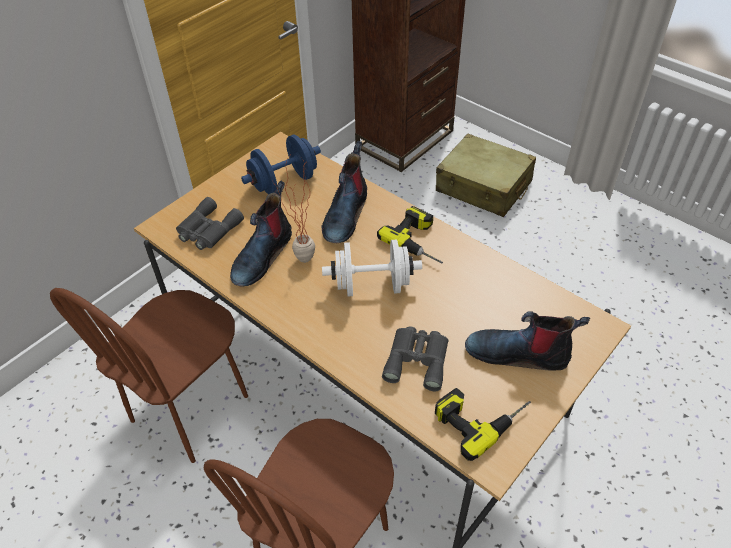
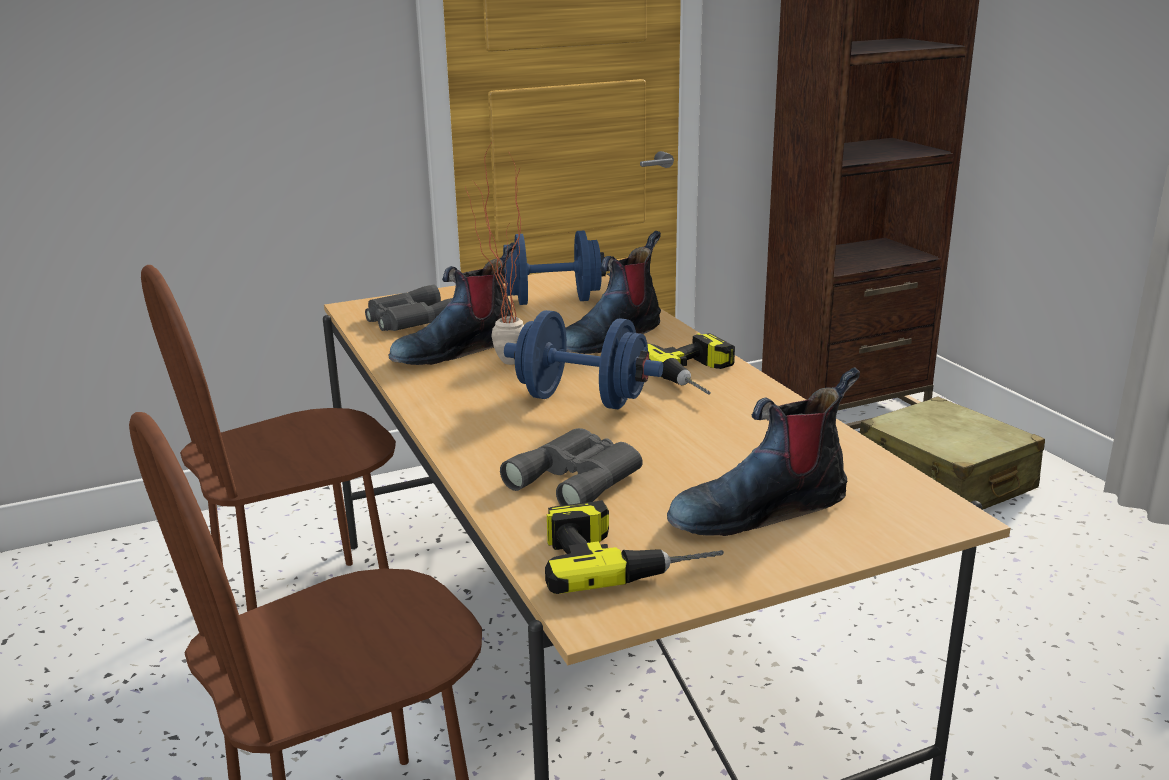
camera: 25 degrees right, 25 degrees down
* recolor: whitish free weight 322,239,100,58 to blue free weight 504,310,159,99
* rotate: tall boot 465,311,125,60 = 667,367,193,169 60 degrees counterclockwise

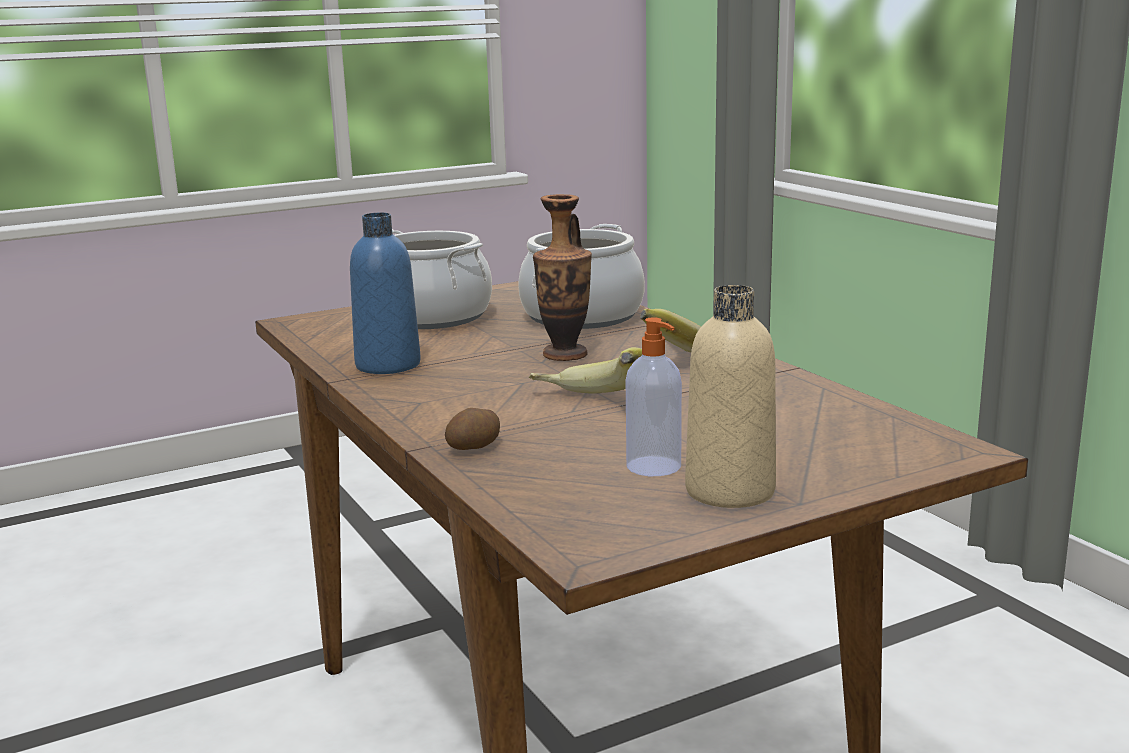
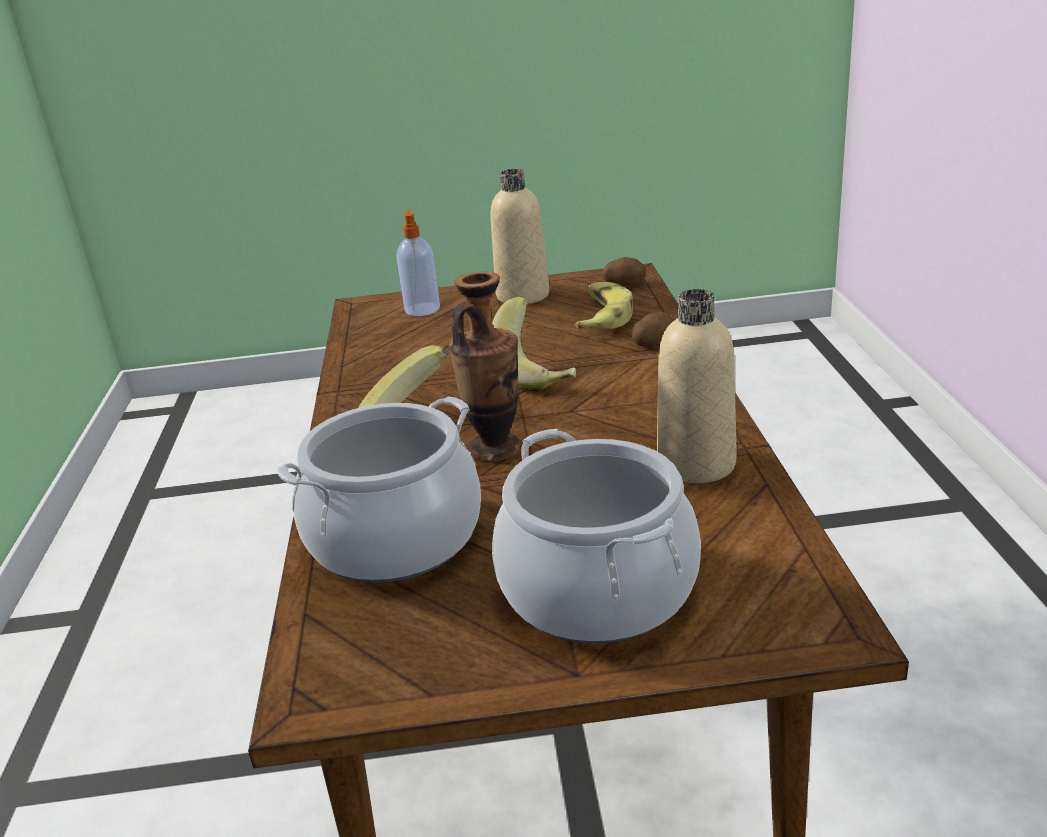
camera: 155 degrees left, 10 degrees up
* recolor: blue beverage bottle 350,213,71,161 to beige beverage bottle 657,289,80,194
* move: soap dispenser 626,317,56,159 to 397,209,43,107
* insert: spud 602,257,44,29
* insert: whole banana 574,282,59,47

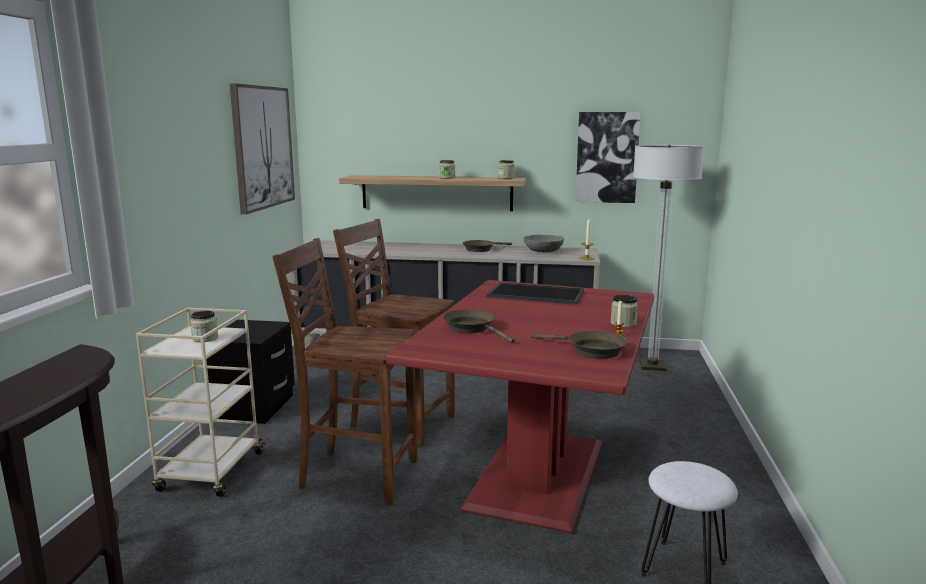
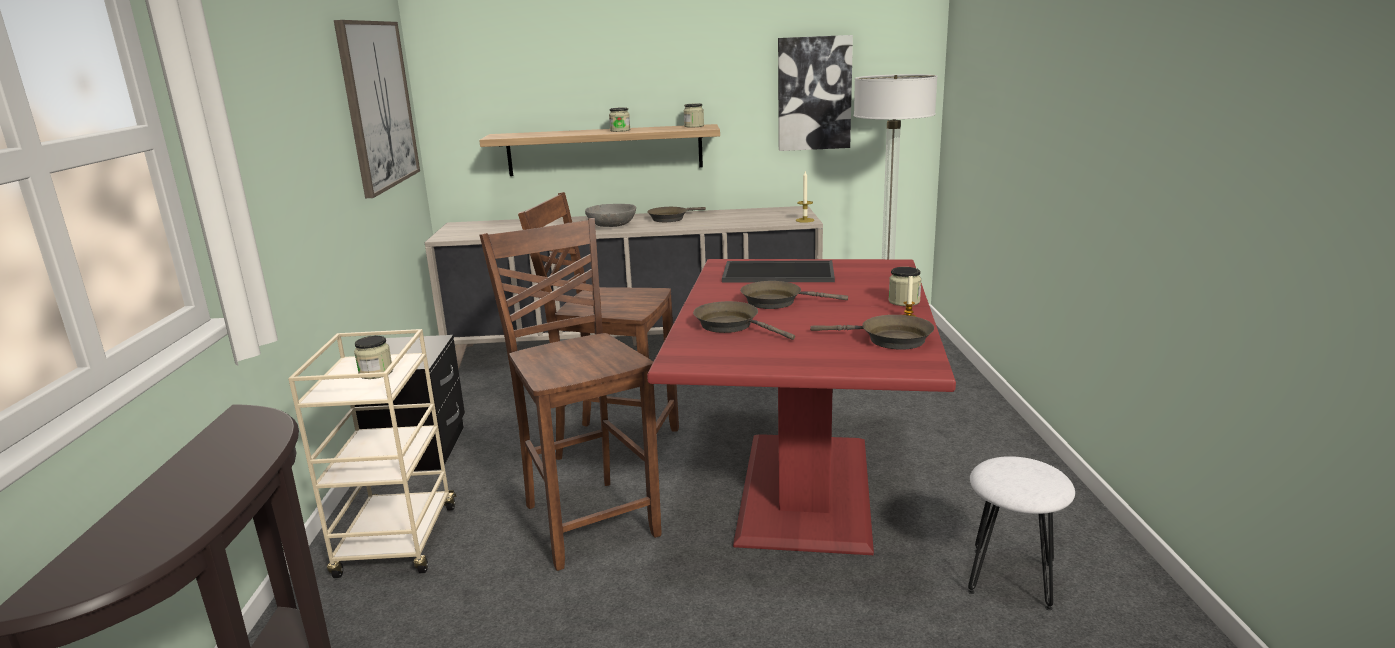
camera: 10 degrees left, 5 degrees up
* move: gray bowl 524,235,40,18 to 585,204,51,23
* rotate: brown-coloured upright chair 272,238,145,266 = 480,218,181,353 60 degrees clockwise
* insert: brown-coloured frying pan 740,281,108,28

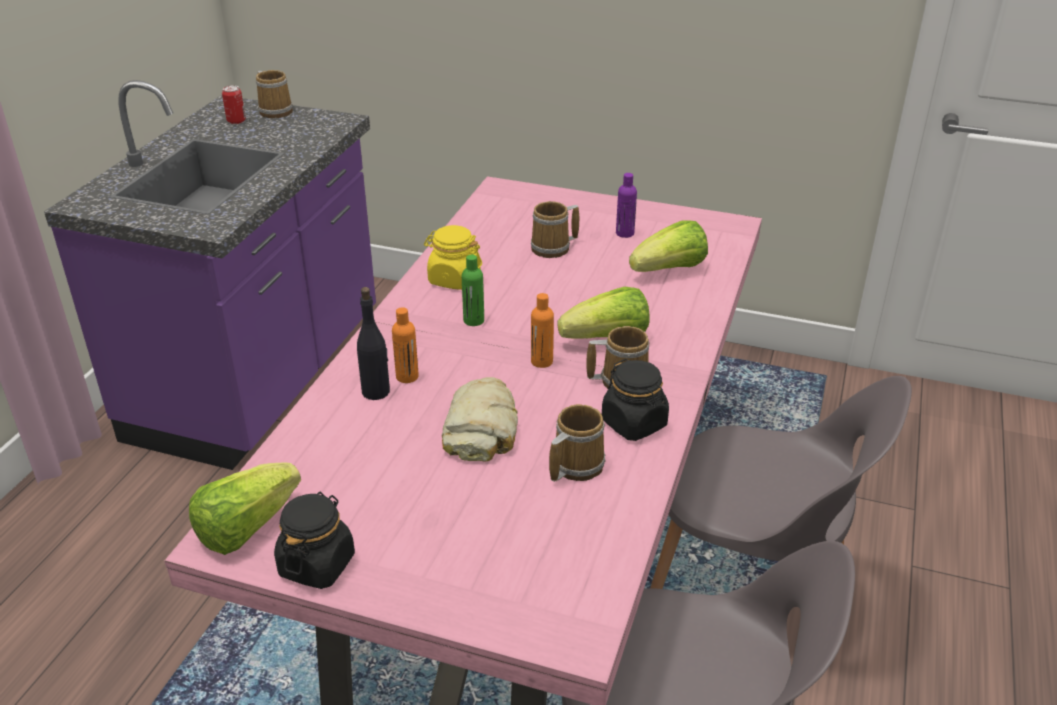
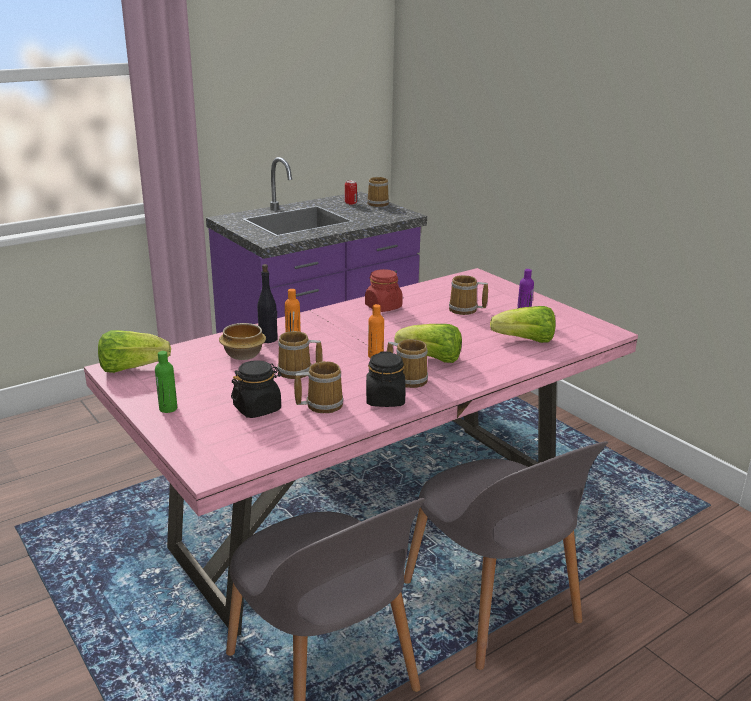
camera: 35 degrees right, 10 degrees down
* recolor: yellow storage jar 424,225,58,65 to red storage jar 365,269,38,43
* move: green-coloured beverage bottle 462,254,22,72 to 155,351,22,62
* replace: bread 442,377,76,85 to coffee mug 277,331,45,48
* move: black storage jar 274,492,81,97 to 231,360,51,58
* insert: bowl 219,323,47,37

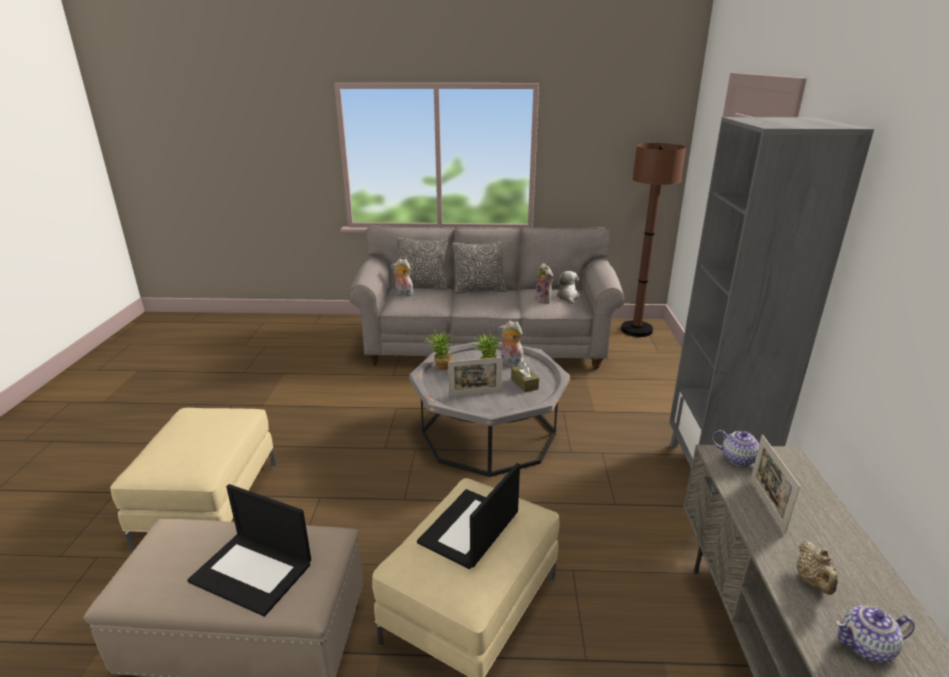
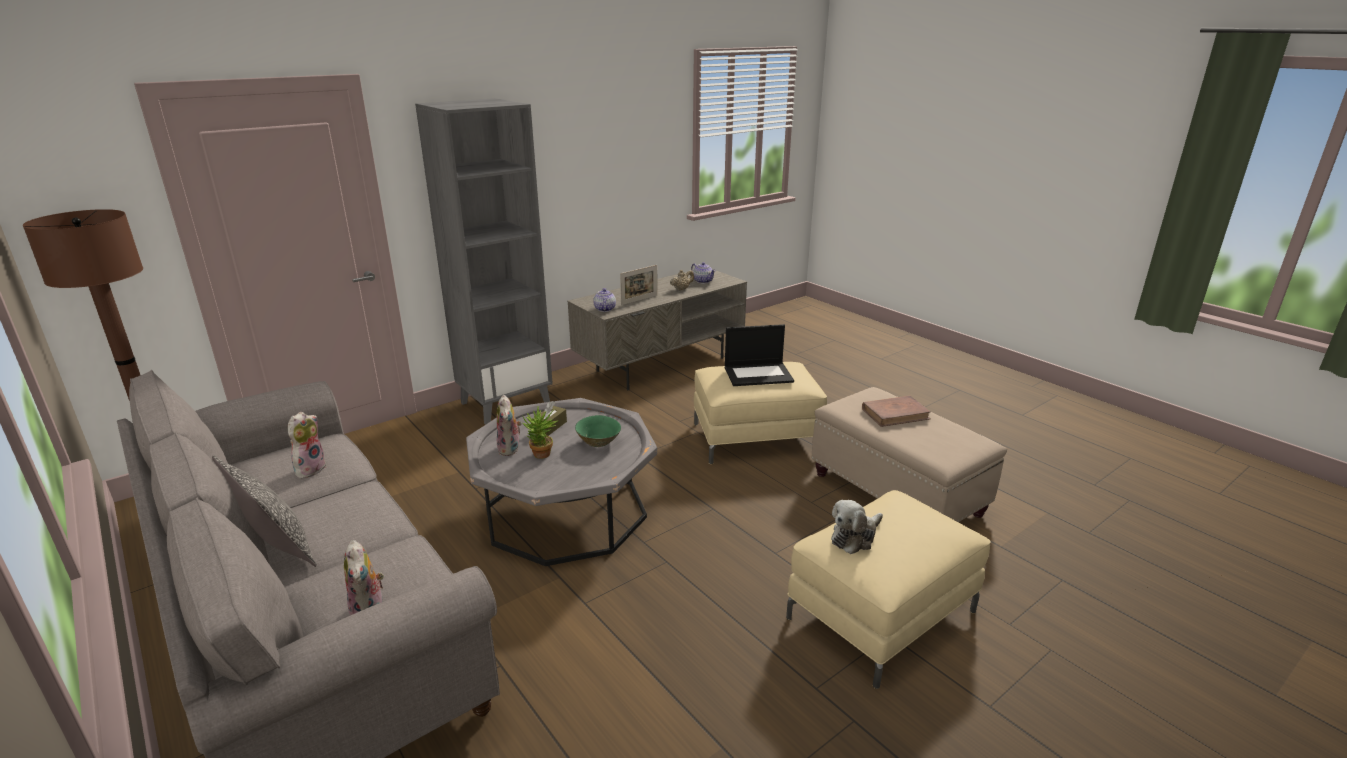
camera: 130 degrees left, 0 degrees up
* delete: cushion 397,237,51,53
* move: cuddly toy 555,271,25,33 to 831,500,52,54
* delete: potted plant 425,328,28,42
* replace: picture frame 448,357,54,39 to green-coloured bowl 575,415,46,32
* replace: portable computer 187,484,124,133 to brown-coloured book 862,396,69,31

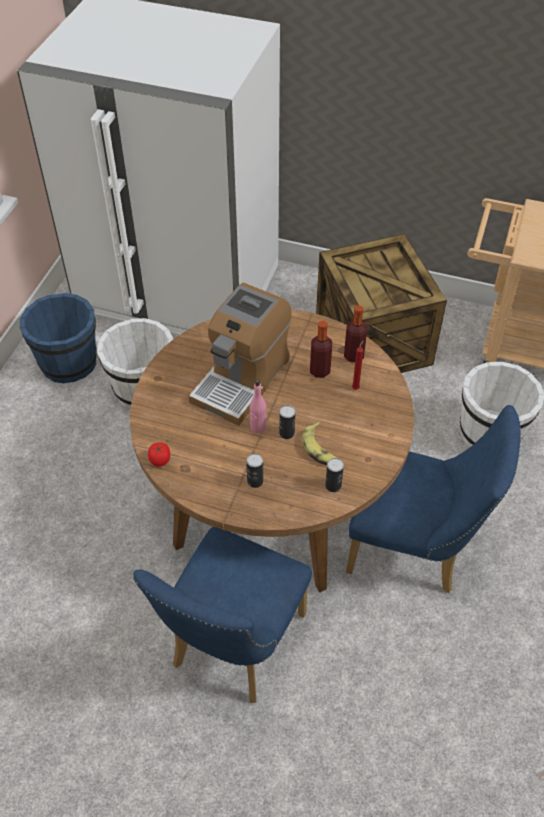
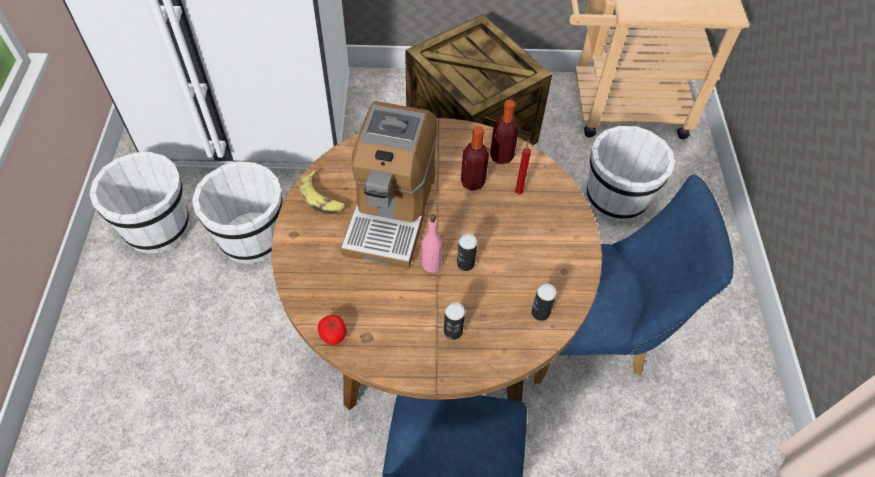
camera: 20 degrees left, 5 degrees up
* recolor: blue bucket 20,293,77,90 to whitish bucket 90,152,100,102
* move: whole banana 302,422,35,43 to 300,170,46,44

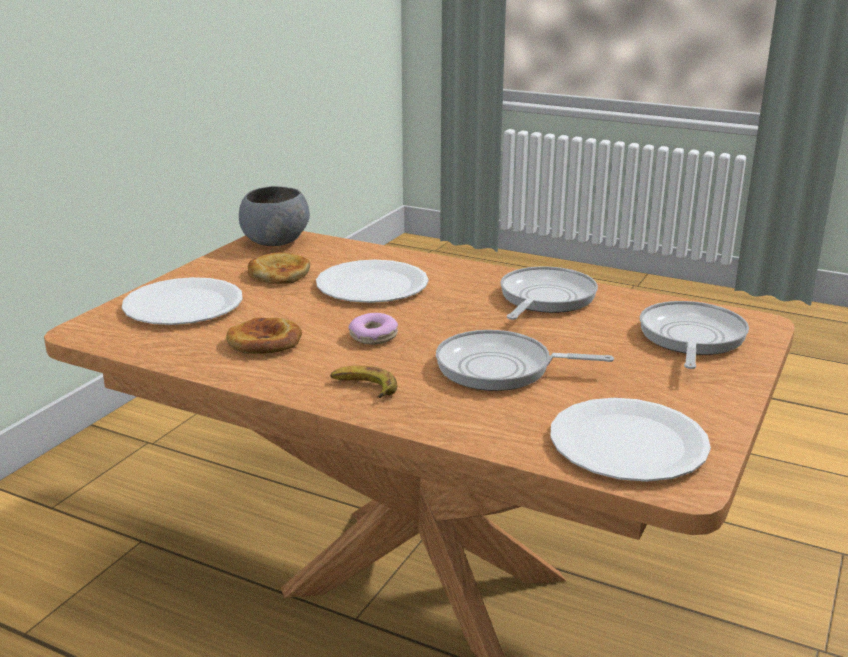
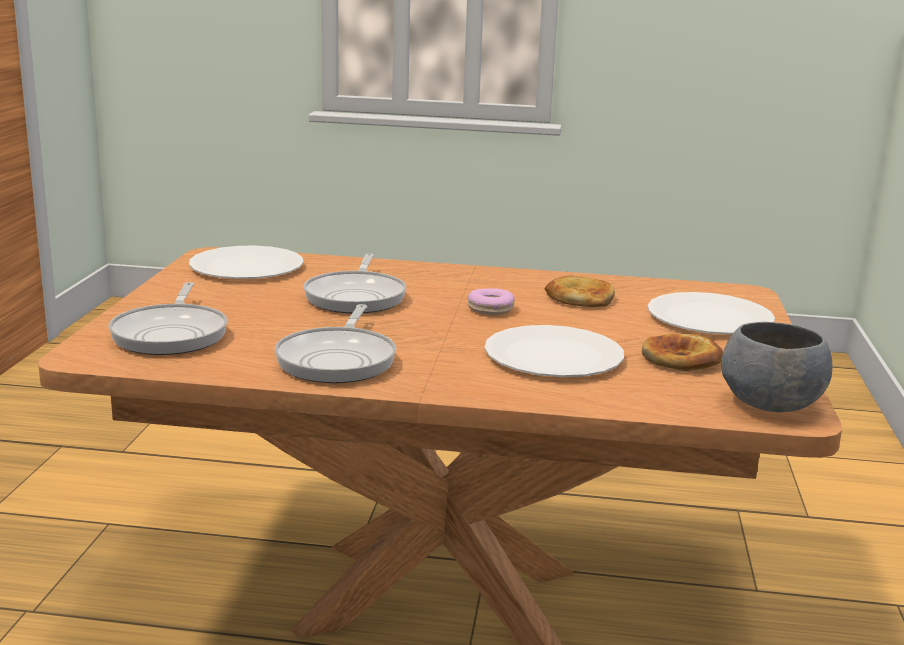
camera: 160 degrees right, 5 degrees down
* rotate: frying pan 436,330,178,61 = 303,253,103,60 105 degrees clockwise
* delete: whole banana 330,366,67,32

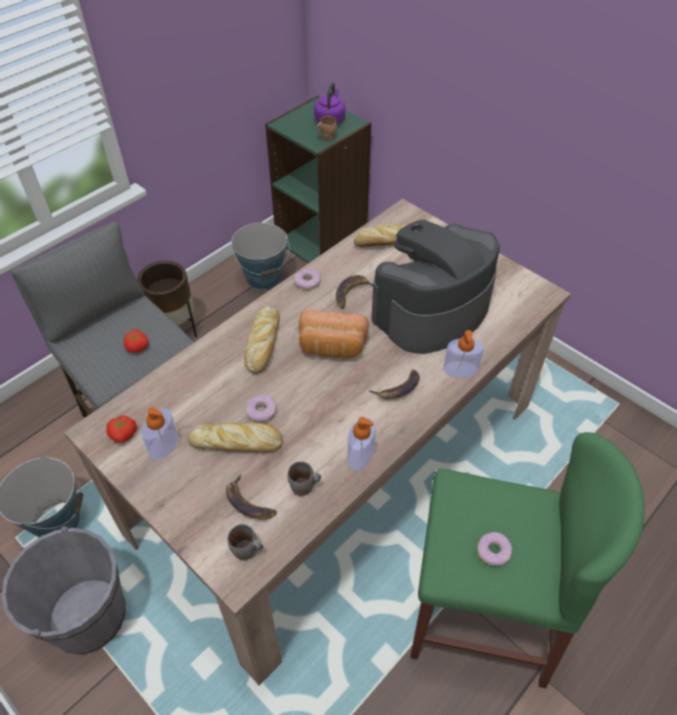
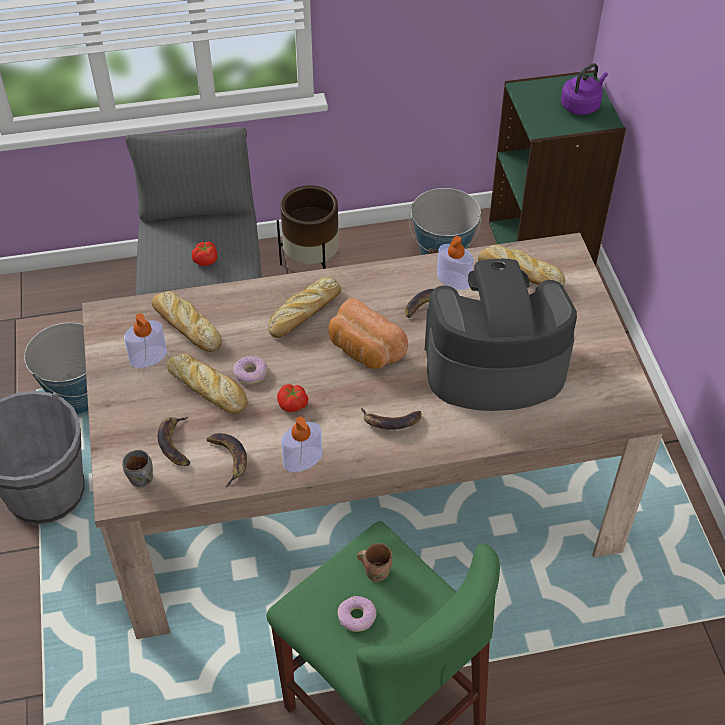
camera: 35 degrees right, 0 degrees up
* move: brown-coloured coffee mug 316,116,21,25 to 357,543,35,39
* delete: donut 294,269,27,21
* move: soap dispenser 443,330,41,48 to 437,236,37,54
* move: fresh tomato 106,415,31,28 to 277,384,31,28
* replace: gray coffee mug 288,461,33,35 to whole banana 207,433,40,54
* insert: bread 152,291,70,61

